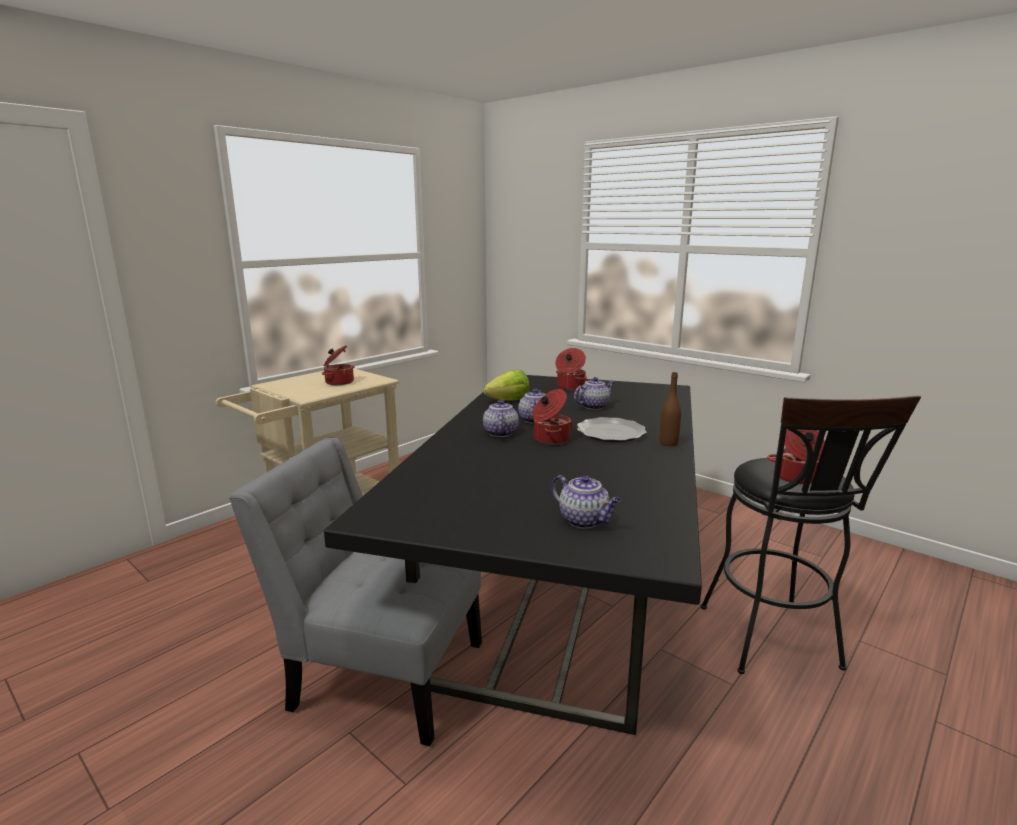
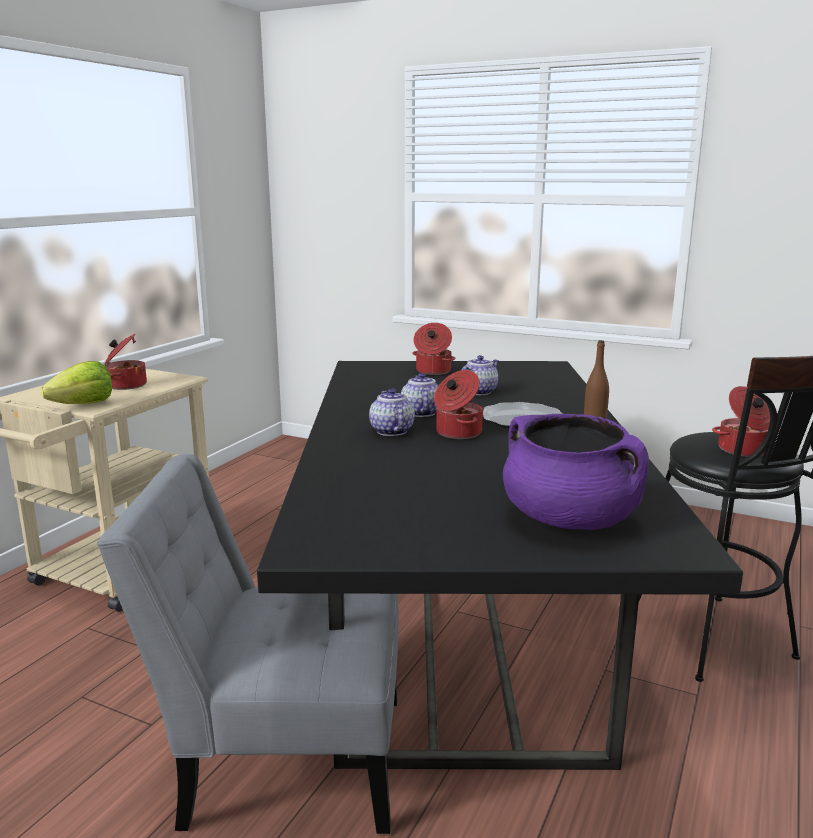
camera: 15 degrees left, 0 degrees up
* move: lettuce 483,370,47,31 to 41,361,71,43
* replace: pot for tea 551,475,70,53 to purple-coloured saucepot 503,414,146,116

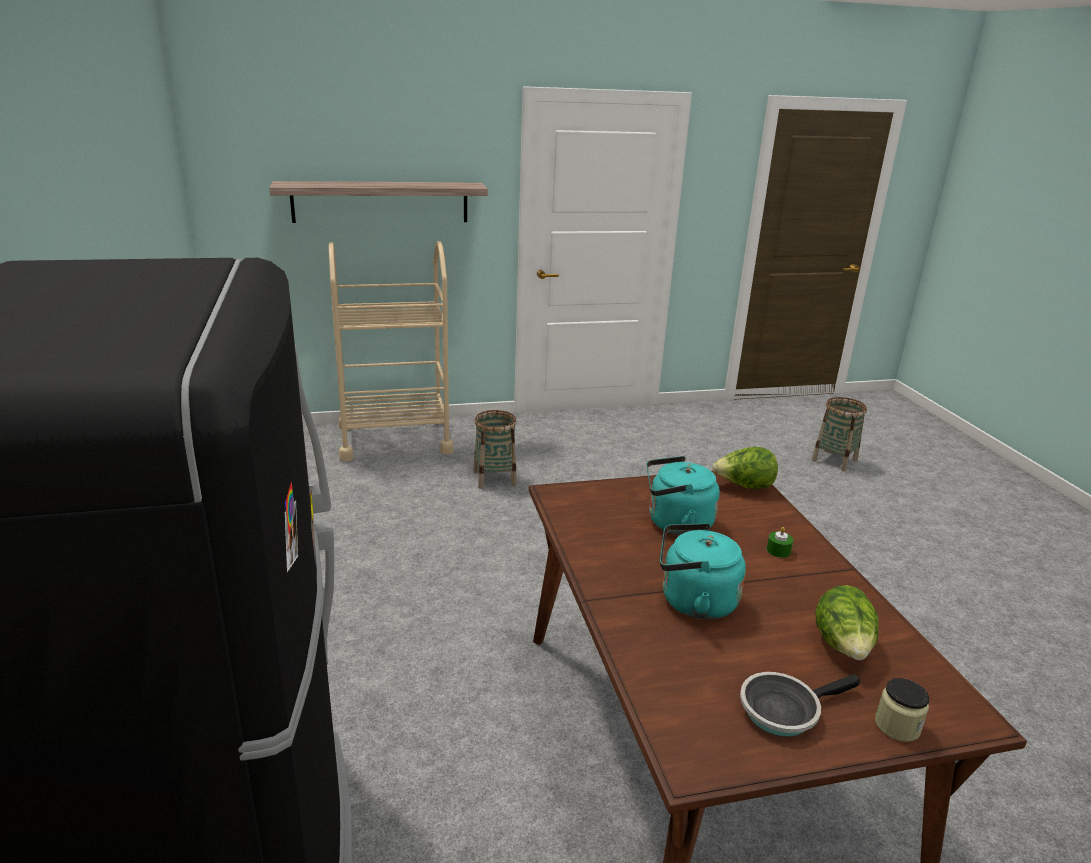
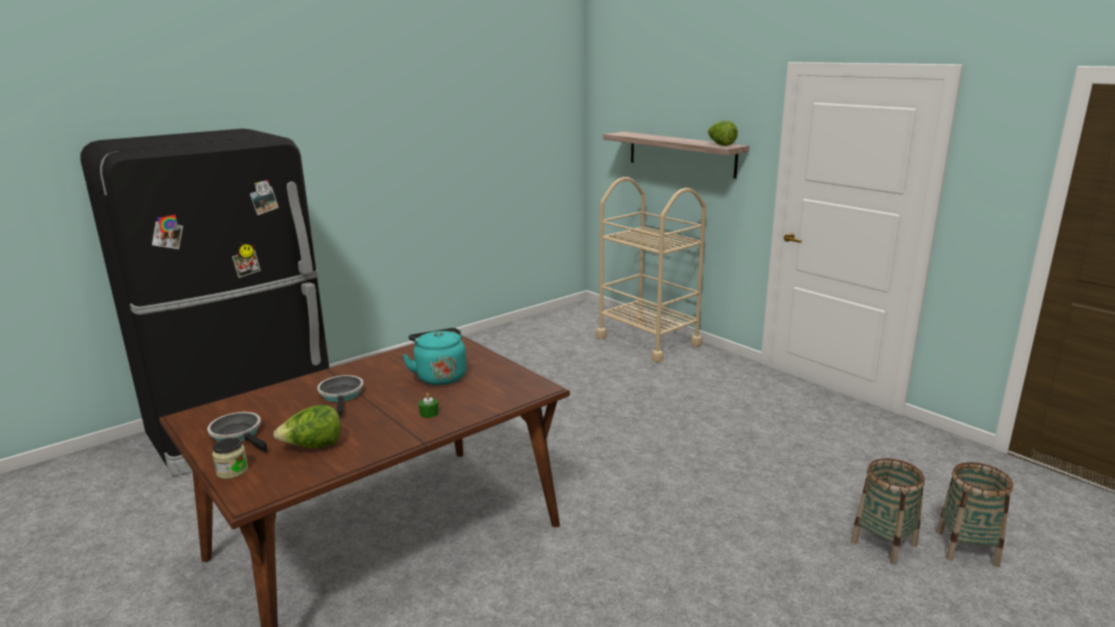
camera: 65 degrees right, 5 degrees down
* move: basket 473,410,44,79 to 851,458,74,107
* move: lettuce 712,447,66,42 to 708,120,30,26
* replace: turquoise-coloured tea kettle 660,523,86,97 to frying pan 317,375,47,43

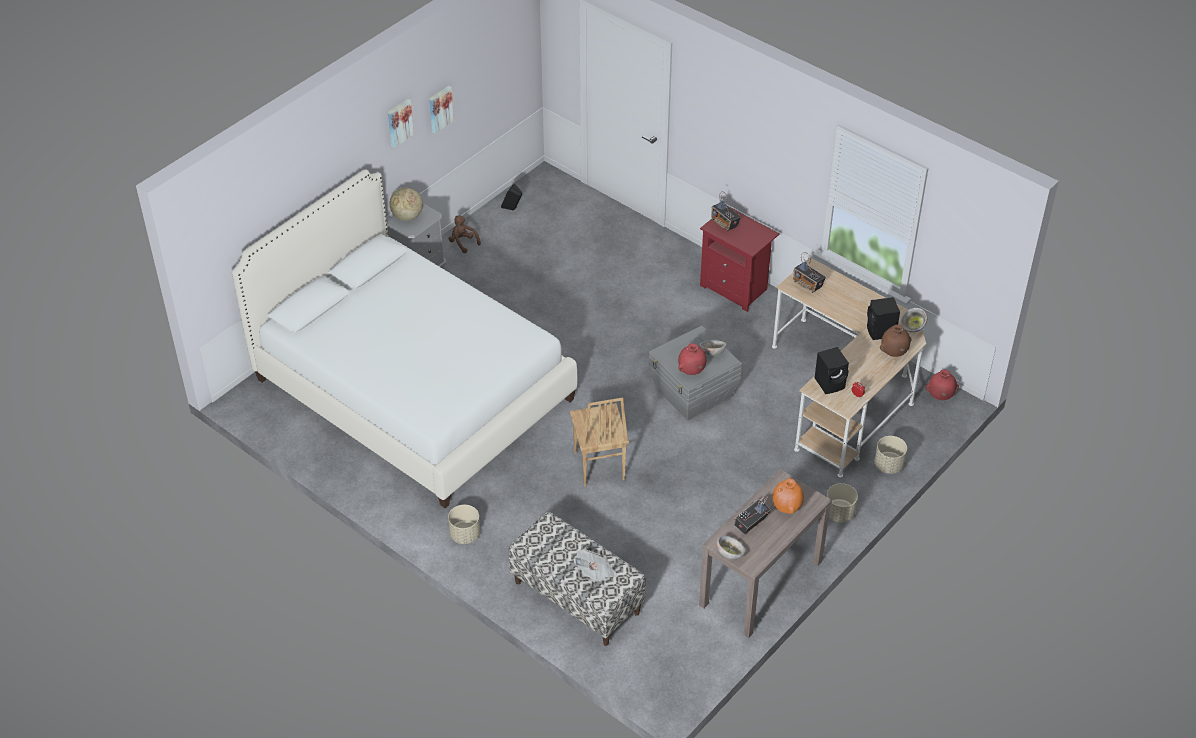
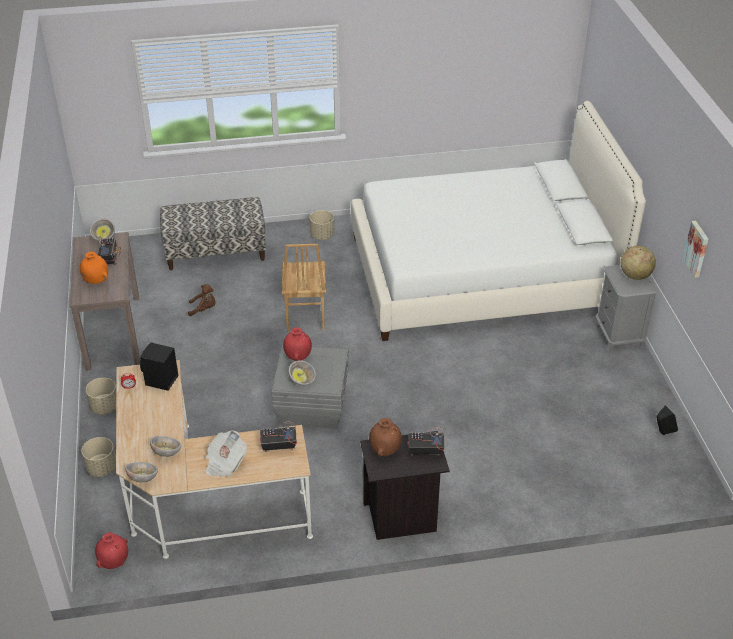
camera: 130 degrees right, 5 degrees down
* delete: picture 388,99,26,49
* recolor: red bedside table 700,206,80,106 to black bedside table 360,431,90,109
* move: brown-coloured cuddly toy 448,215,33,38 to 188,284,28,32
* replace: black audio speaker 867,297,33,43 to bowl 150,436,31,21
* move: brown-coloured flower vase 880,324,31,33 to 369,418,33,38
* rotate: brown-coloured upright chair 570,398,59,89 = 282,244,44,88 120 degrees counterclockwise
* move: printed paper 573,549,44,33 to 206,430,41,47

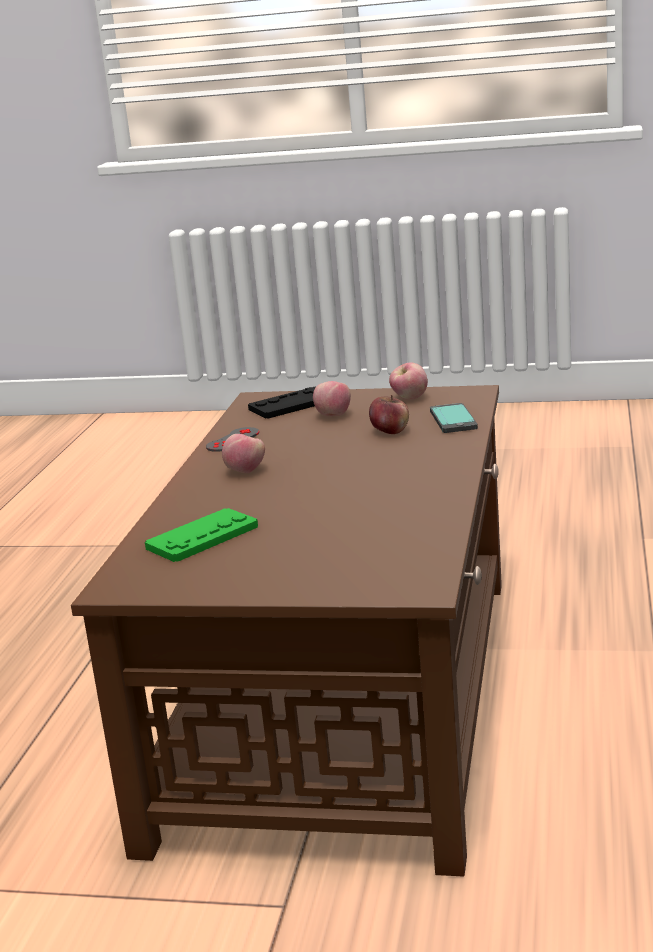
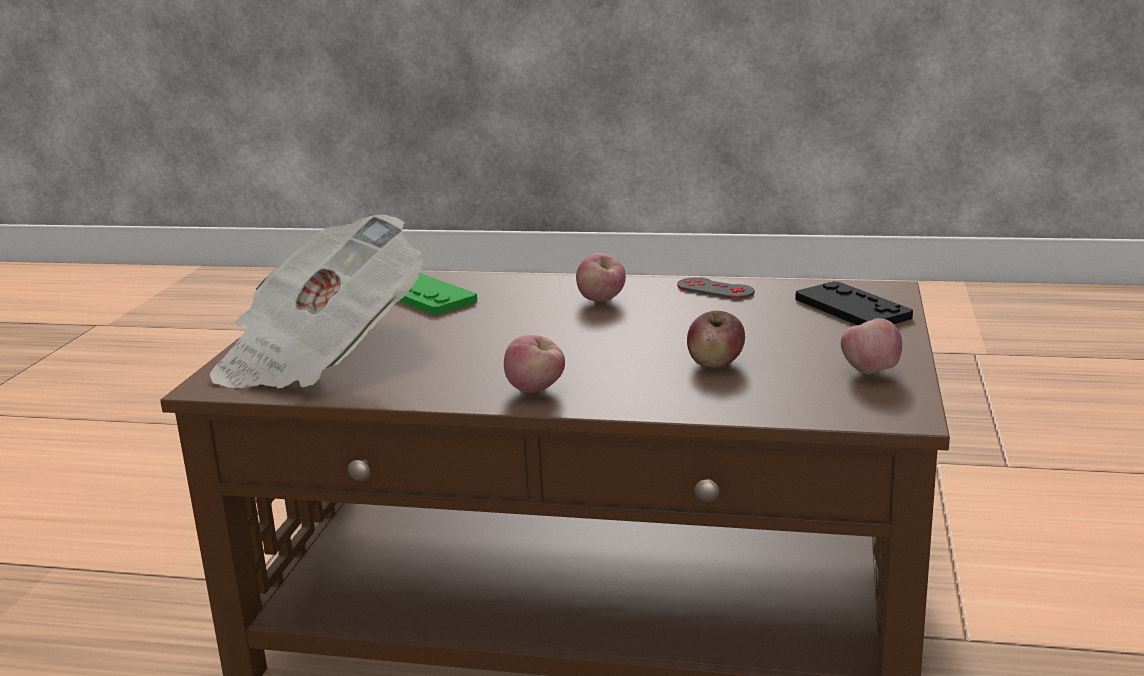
camera: 90 degrees right, 0 degrees up
* move: apple fruit 313,381,38,36 to 504,335,61,58
* delete: phone 430,403,48,30
* insert: printed paper 210,214,213,174

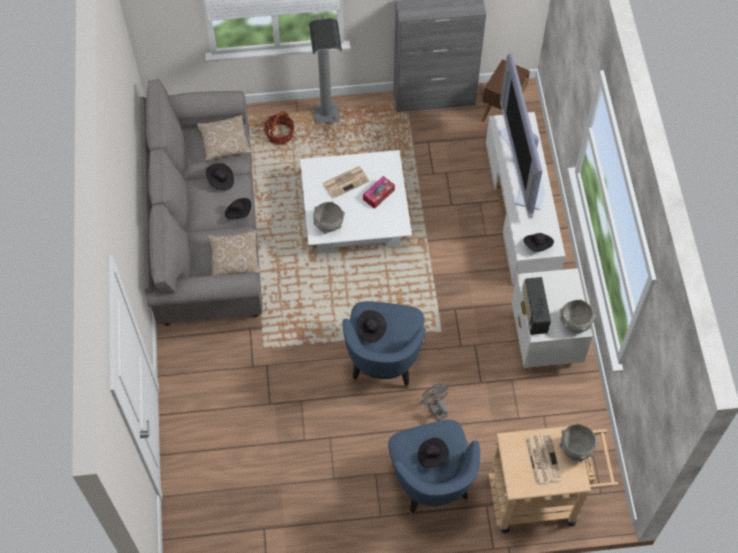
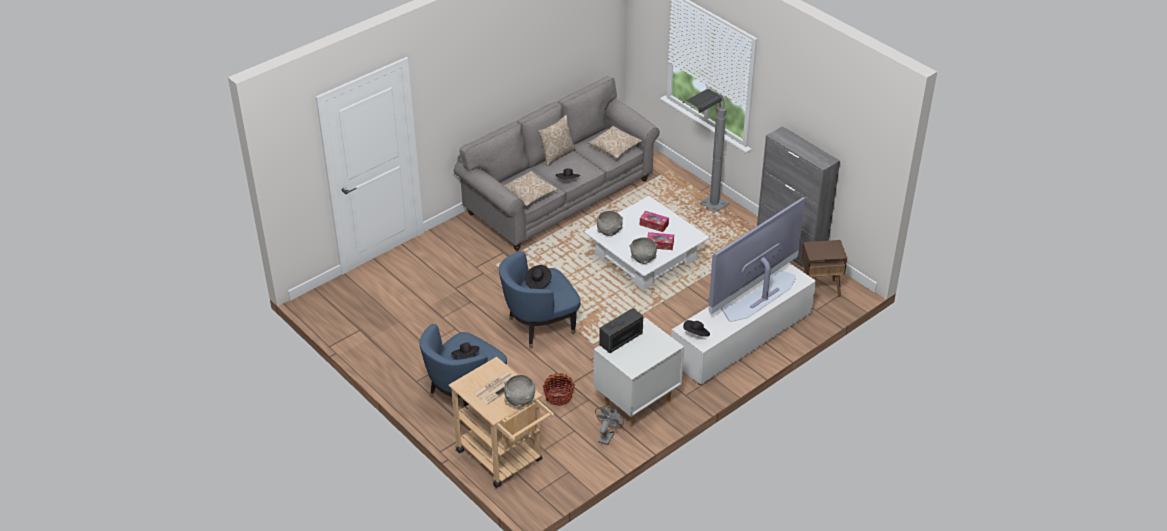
camera: 55 degrees right, 20 degrees down
* move: basket 264,111,30,34 to 543,373,32,33
* delete: black wearable hat 206,163,28,28
* replace: printed paper 323,166,47,32 to box of tissues 640,211,29,21
* move: gray bowl 560,299,36,36 to 629,237,28,27
* move: gray cooling fan 420,384,29,37 to 595,406,29,39
* insert: cushion 538,115,38,51

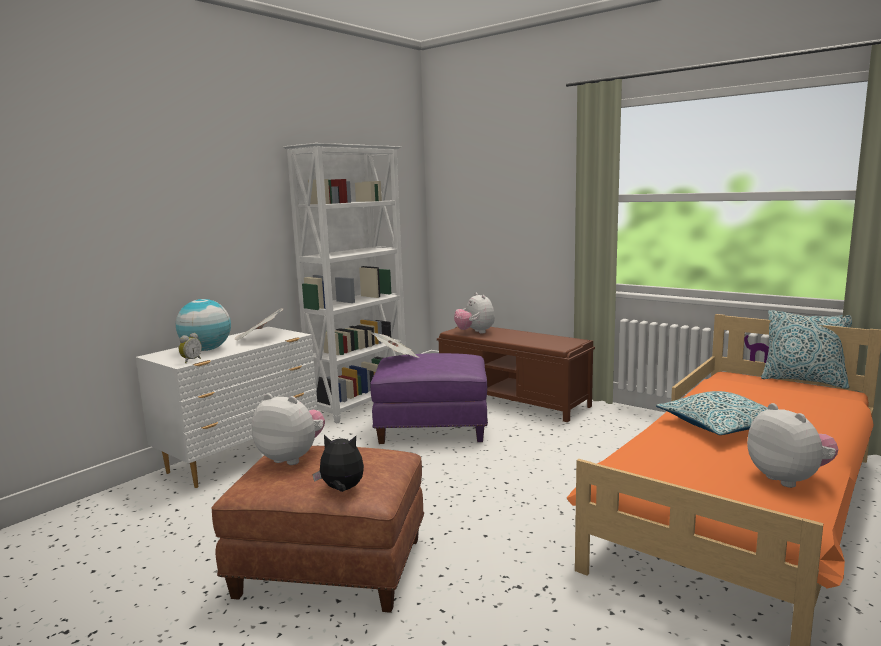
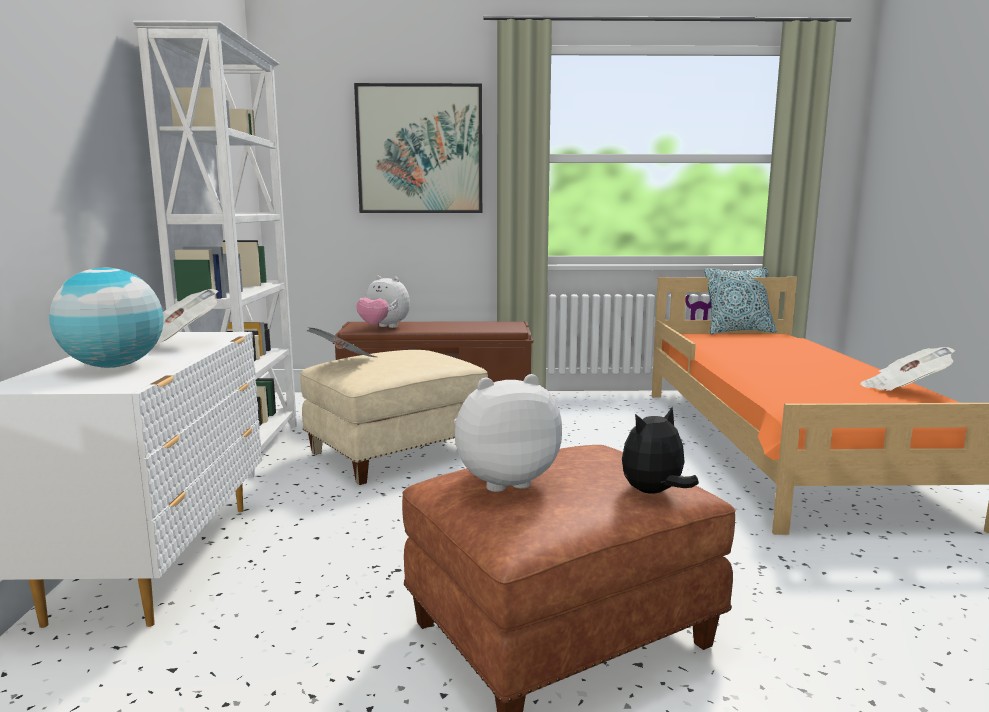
camera: 40 degrees left, 0 degrees up
* delete: bedside clock 179,333,23,30
* recolor: purple-coloured footrest 370,353,118,91 to beige footrest 300,350,188,135
* delete: cushion 656,391,112,44
* replace: cuddly toy 747,403,91,85 to printed paper 860,347,95,44
* insert: picture 354,83,128,130

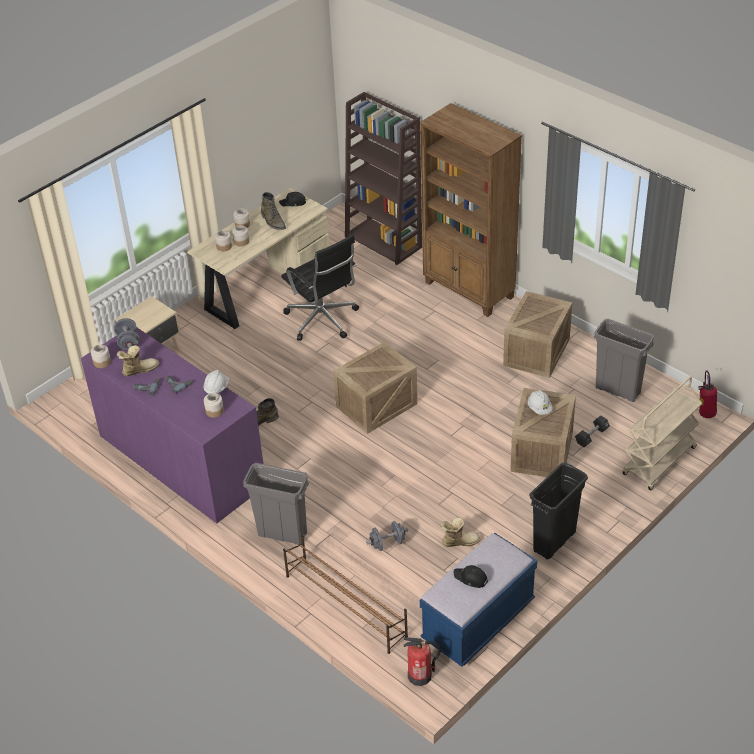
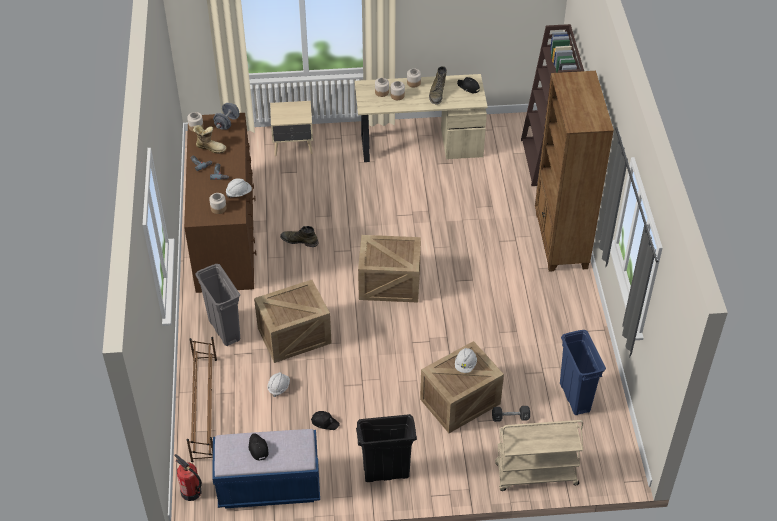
camera: 40 degrees right, 5 degrees up
* delete: black office chair 281,234,78,107
* move: packing crate 503,291,70,87 to 254,280,78,83
* recolor: gray waste bin 594,319,60,83 to blue waste bin 560,330,46,85
* recolor: purple-coloured dresser 81,328,182,196 to brown-coloured dresser 184,113,72,180
* delete: extinguisher 698,370,19,48
* replace: tall boot 440,518,41,29 to black cap 311,411,29,19
* replace: gray free weight 366,521,42,30 to whitish hard hat 267,372,23,25

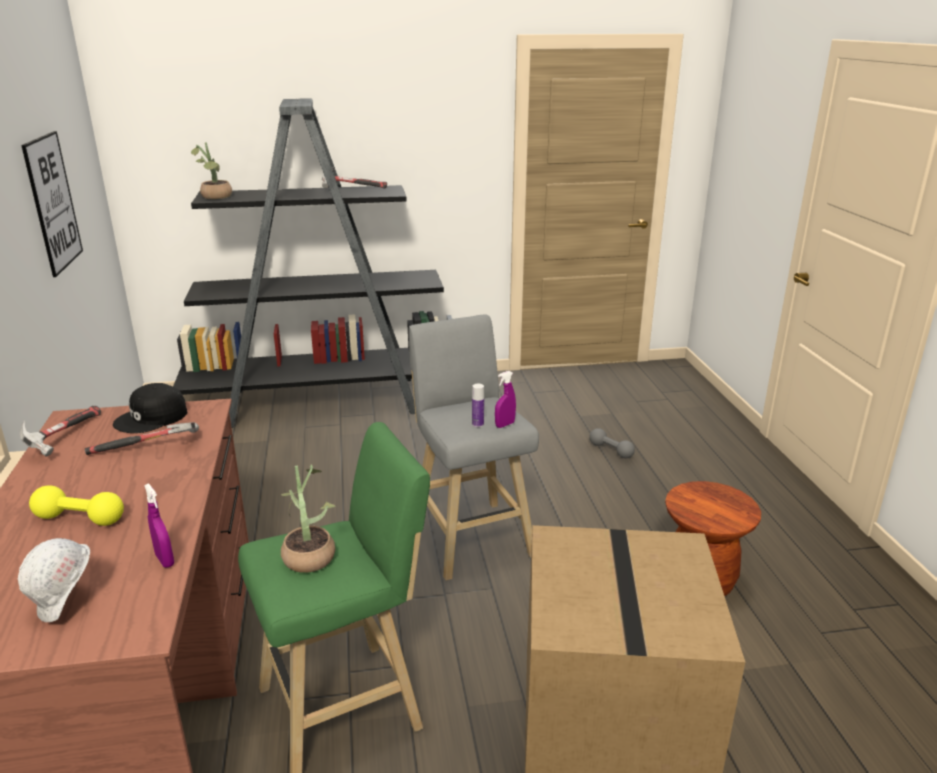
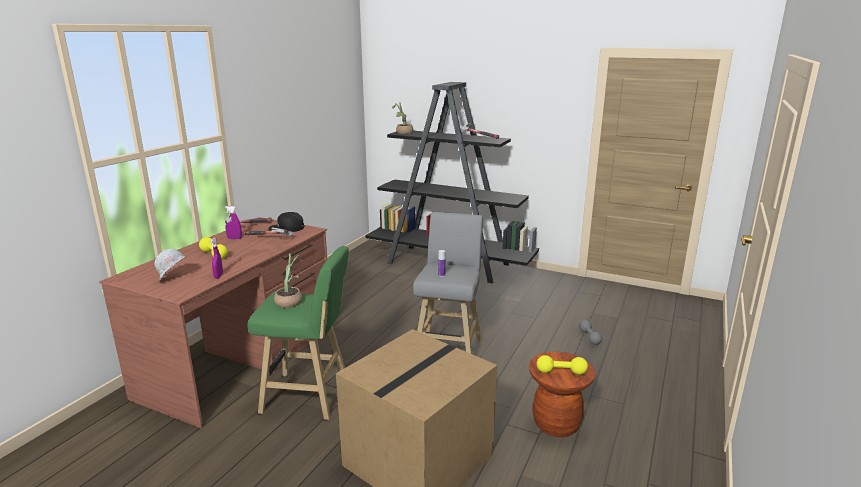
camera: 35 degrees right, 5 degrees down
* delete: picture 21,131,62,146
* move: purple-coloured hand sprayer 495,371,21,57 to 225,206,17,33
* insert: yellow free weight 537,355,51,20

